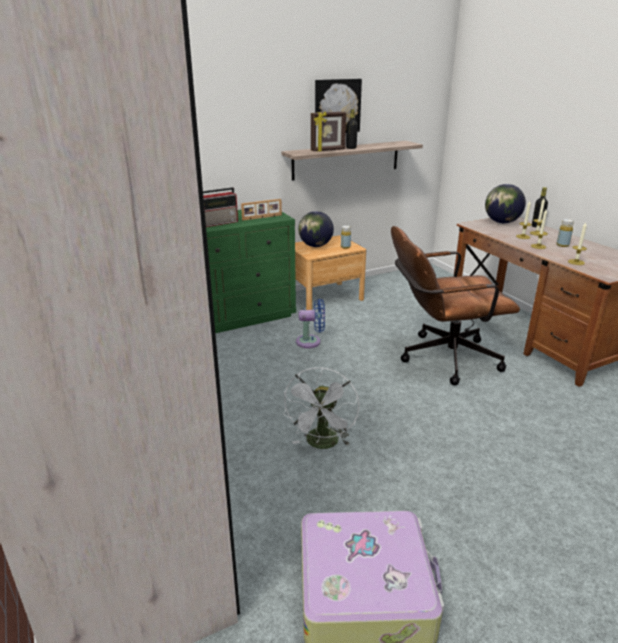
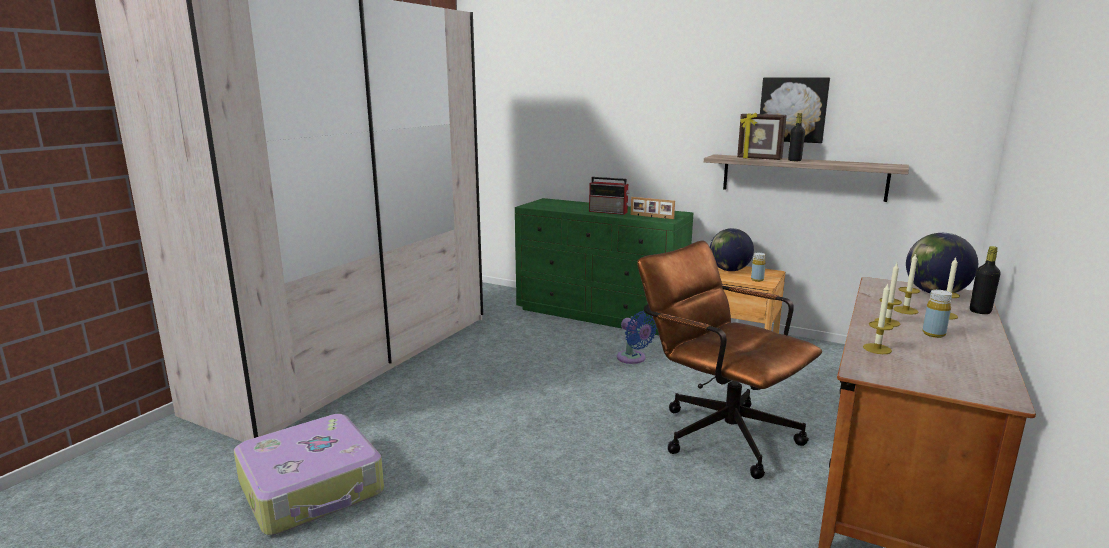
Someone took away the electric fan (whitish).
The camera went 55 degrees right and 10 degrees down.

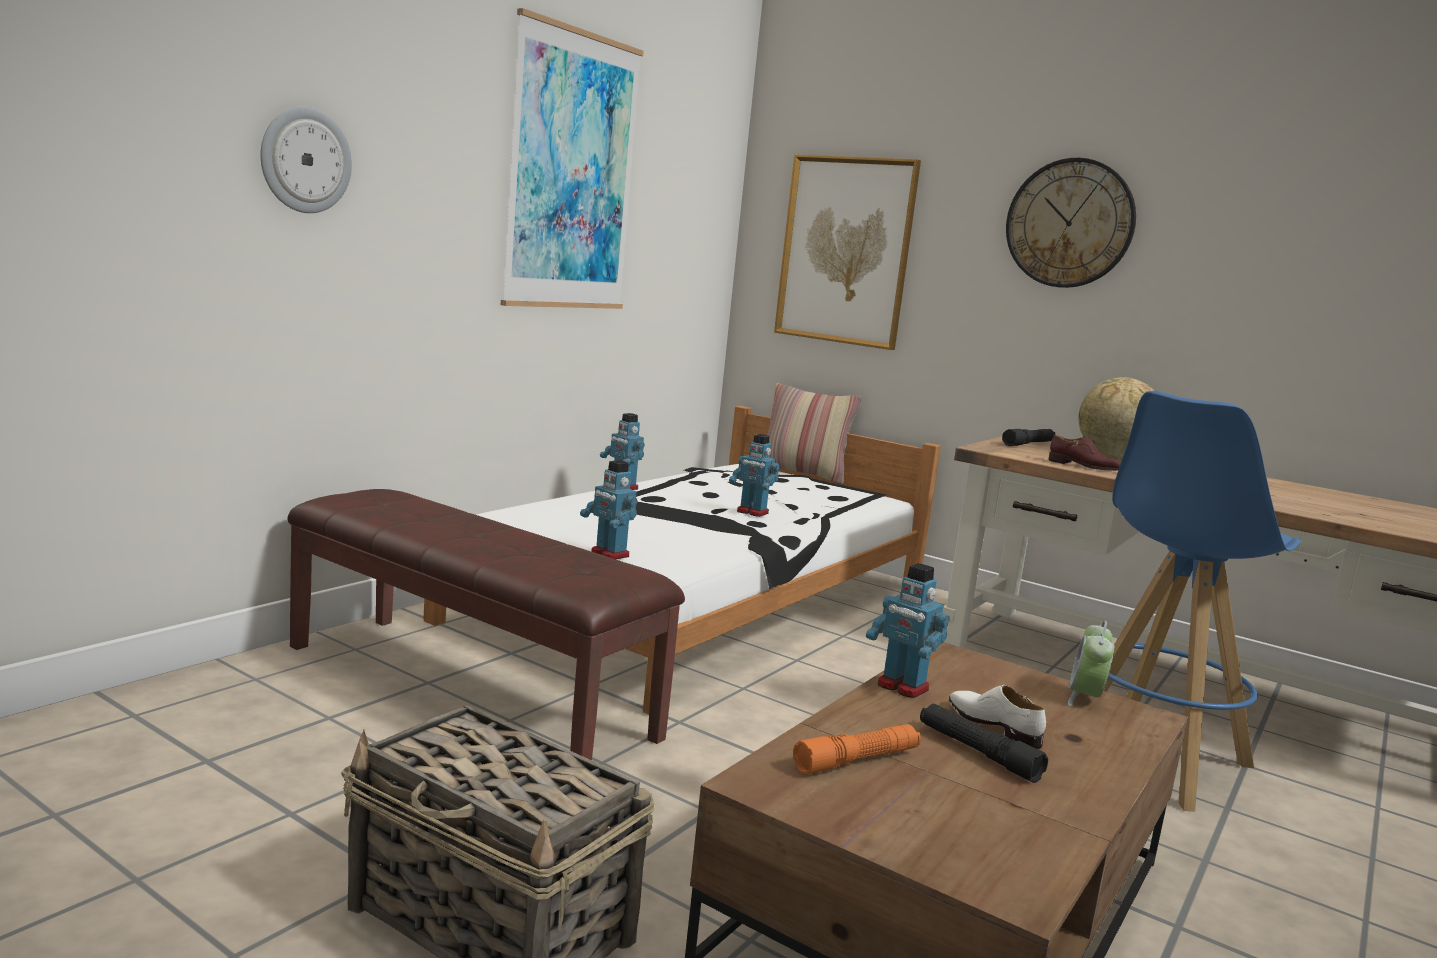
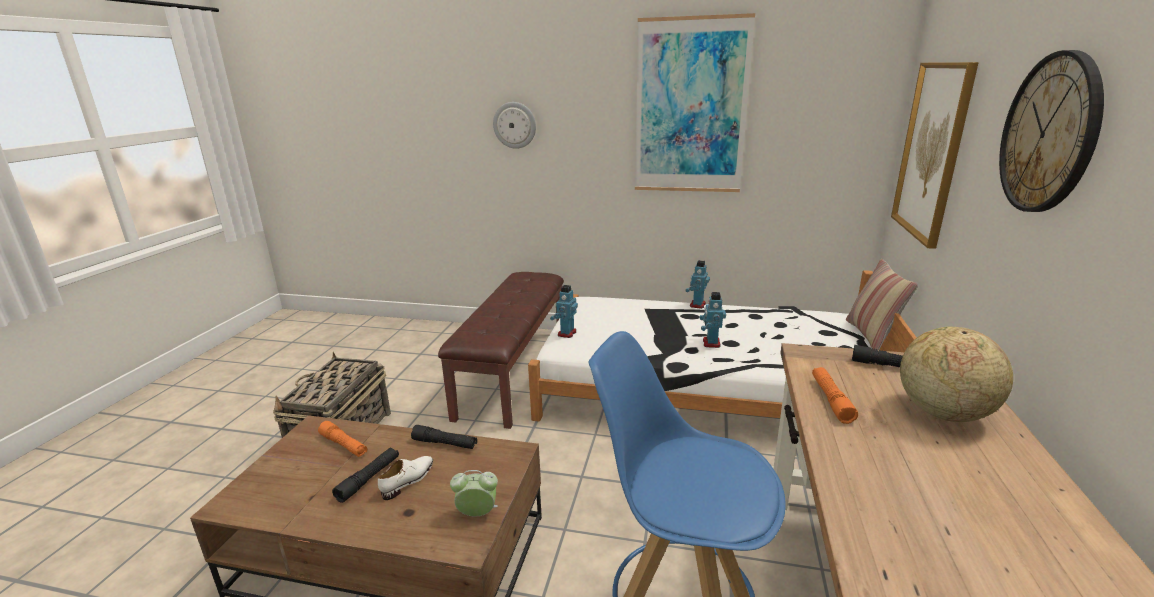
Someone swapped the low shoe (brownish) for the hand torch (orangey) (no. 2 from left).
Someone swapped the model robot (no. 4 from left) for the hand torch (black) (no. 2 from left).
The camera went 70 degrees right and 10 degrees up.

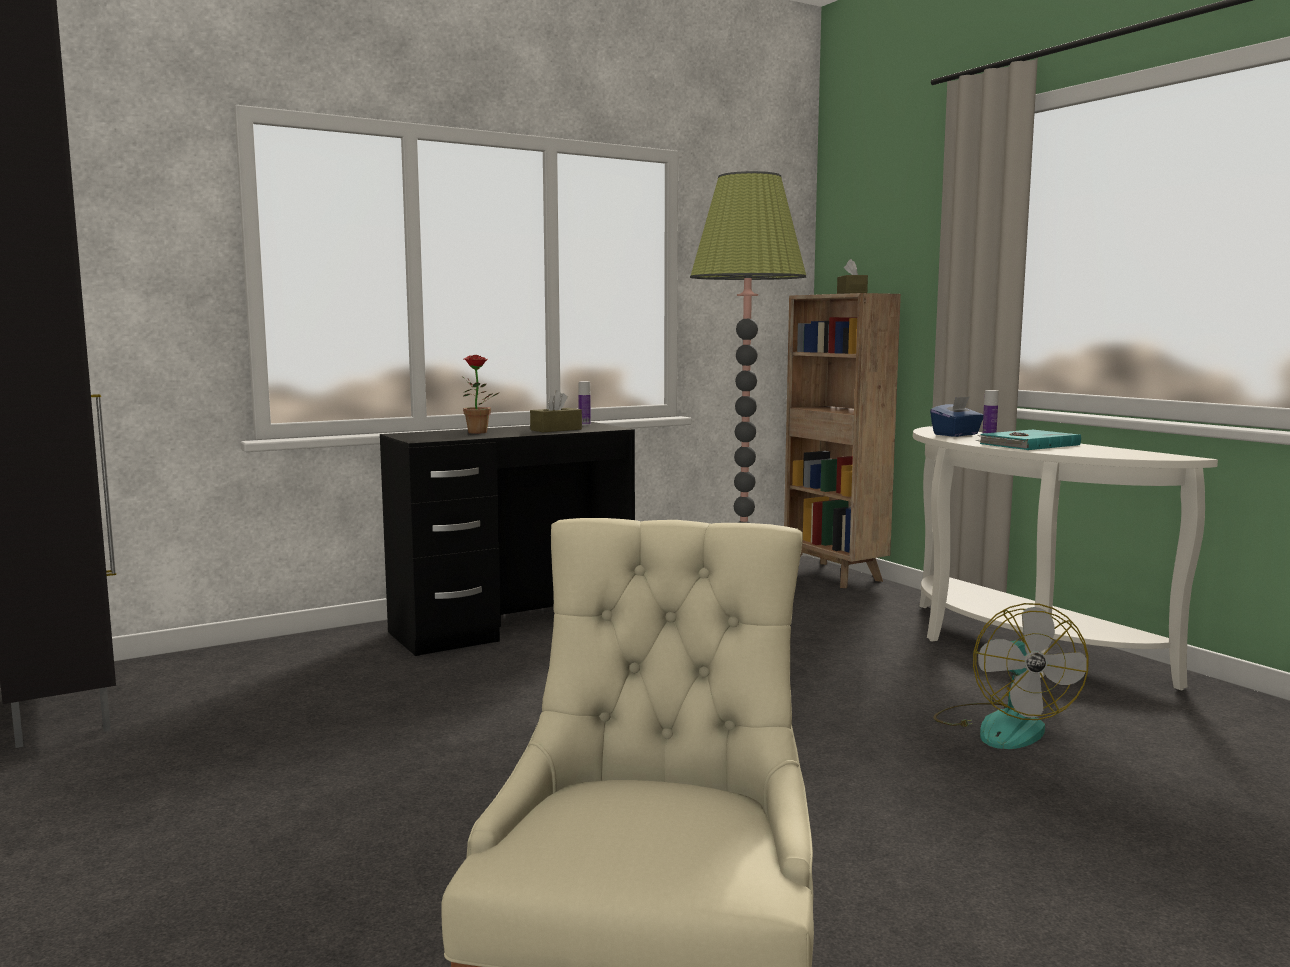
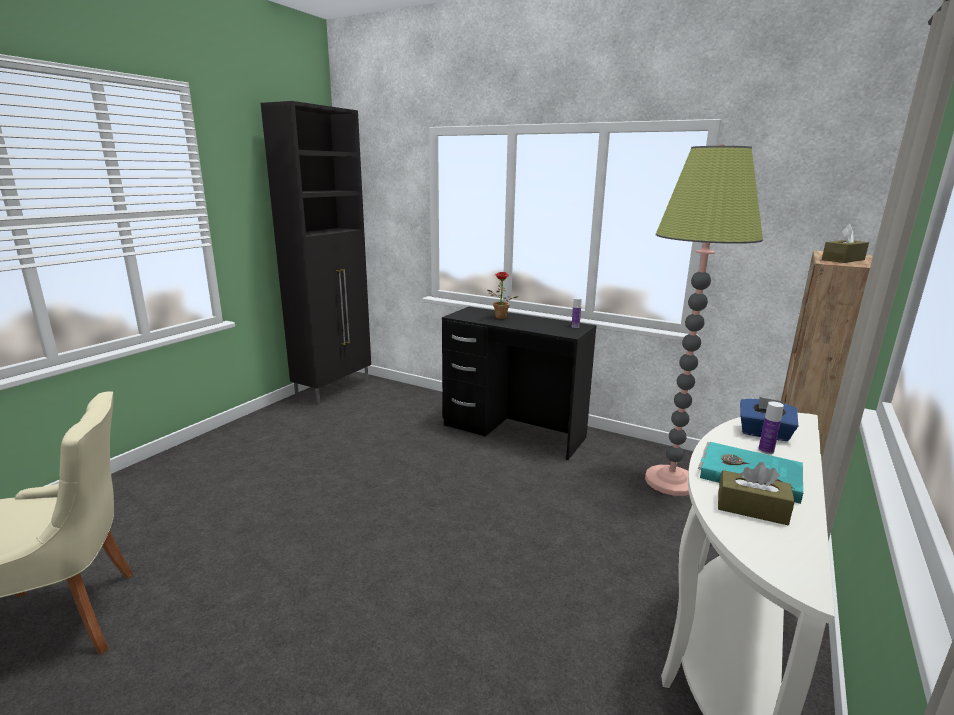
Someone carried the tissue holder (brownish) (no. 1 from left).
Someone took away the electric fan.
The camera went 60 degrees right and 10 degrees up.

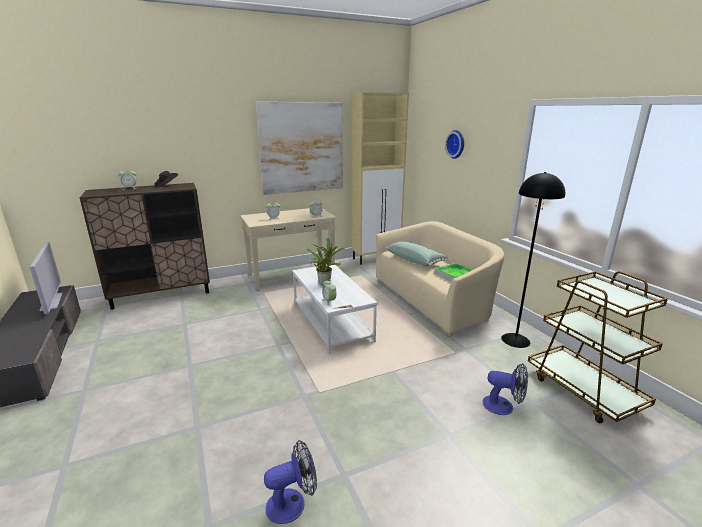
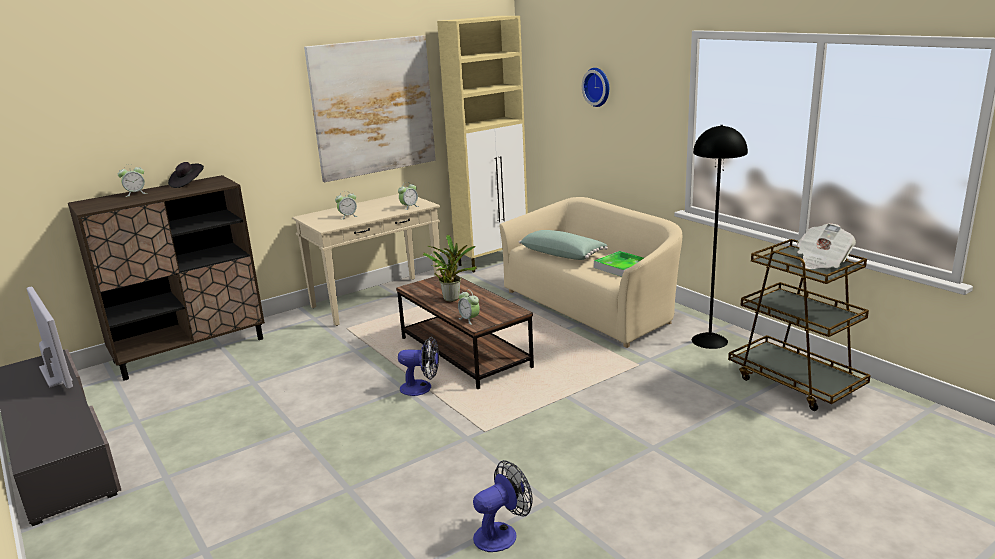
Someone repainted the low table (whitish), which became the low table (brownish).
Someone carried the electric fan (no. 2 from left in the first image).
Someone put down the printed paper.
The camera went 10 degrees left and 0 degrees up.

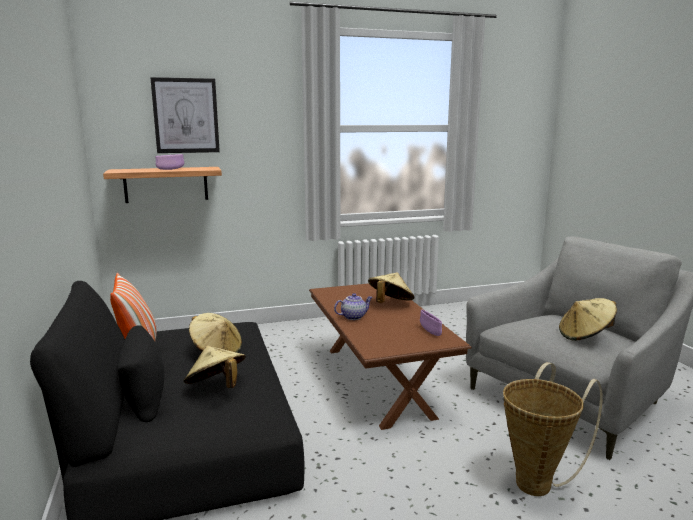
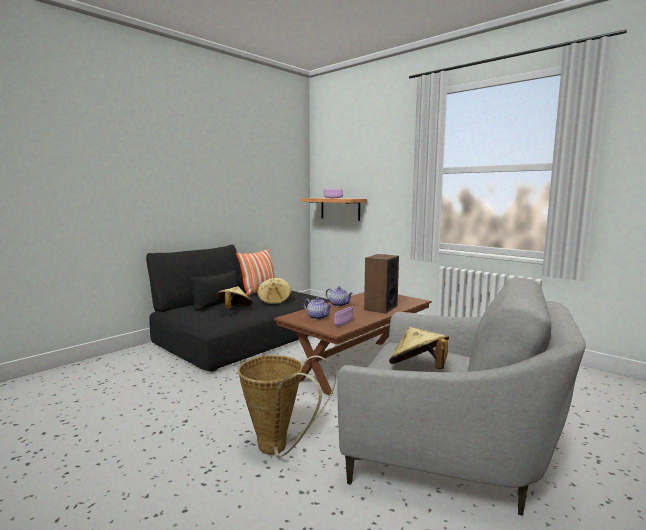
Someone took away the wall art.
Someone swapped the wearable hat (sand-coloured) (no. 3 from left) for the loudspeaker.
Someone put down the pot for tea (no. 1 from left).
The camera went 60 degrees right and 5 degrees down.

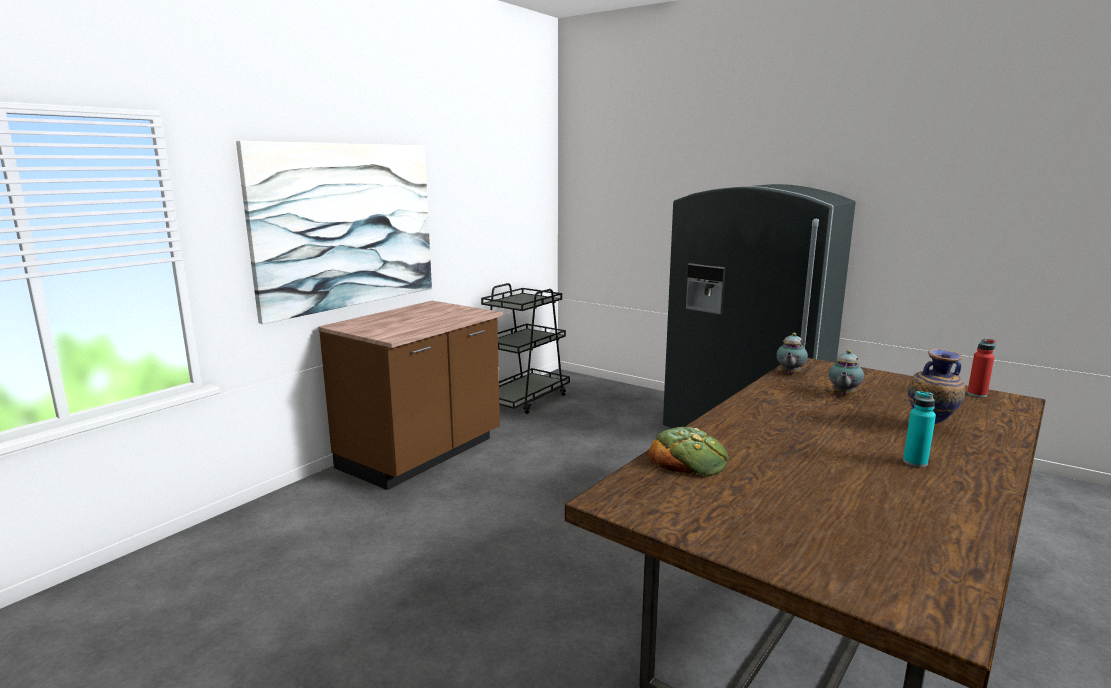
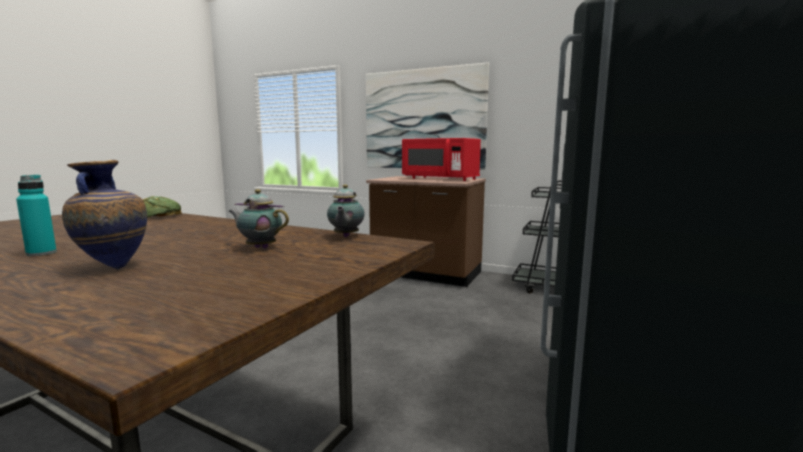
Someone rotated the pot for tea (no. 1 from left in the first image) by 105 degrees counterclockwise.
Someone took away the bottle (red).
Someone put down the microwave oven (red).
The camera went 80 degrees right and 5 degrees down.

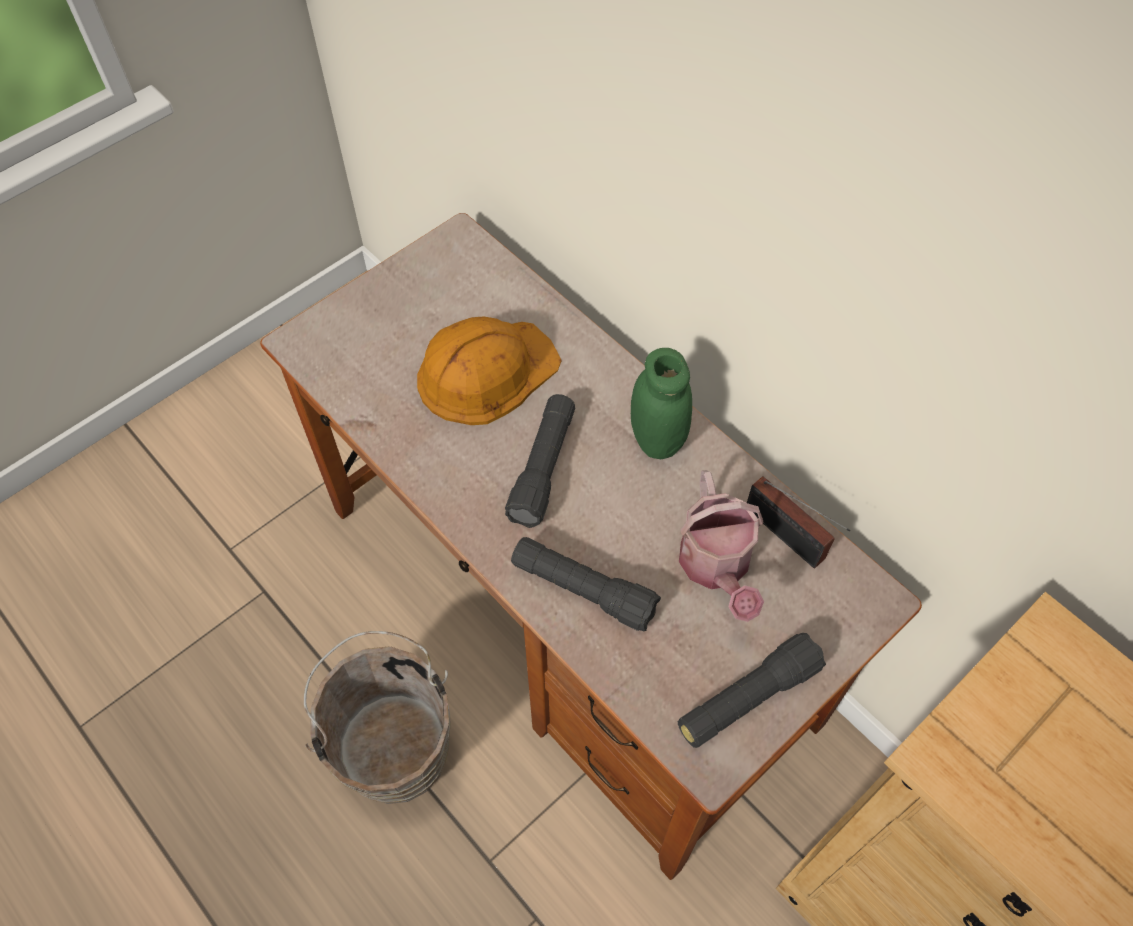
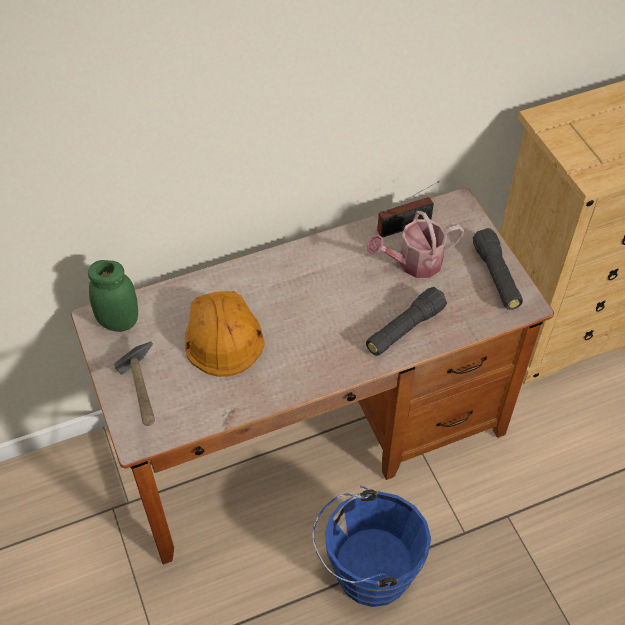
Someone carried the storage jar (green).
Someone took away the hand torch (black) (no. 1 from left).
Someone rotated the watering can by 150 degrees clockwise.
Someone repainted the bucket (brownish), which became the bucket (bluish).
Someone put down the hand hammer.
The camera went 70 degrees left and 5 degrees down.

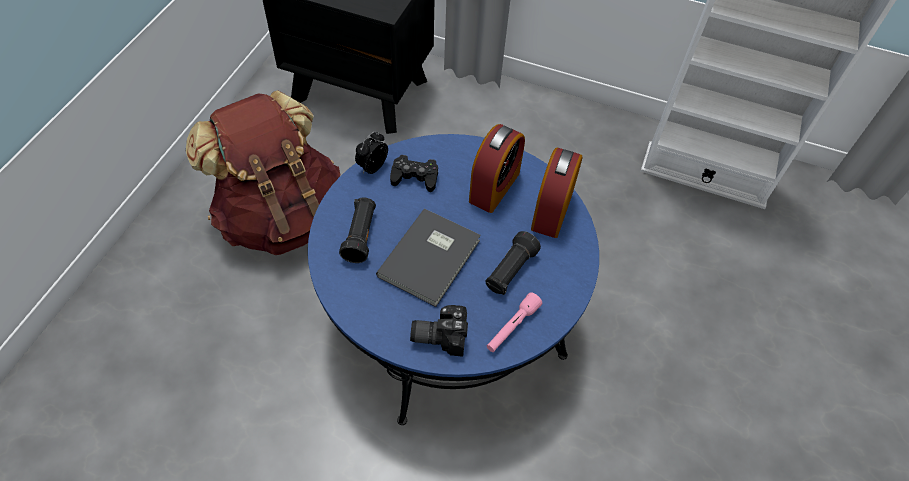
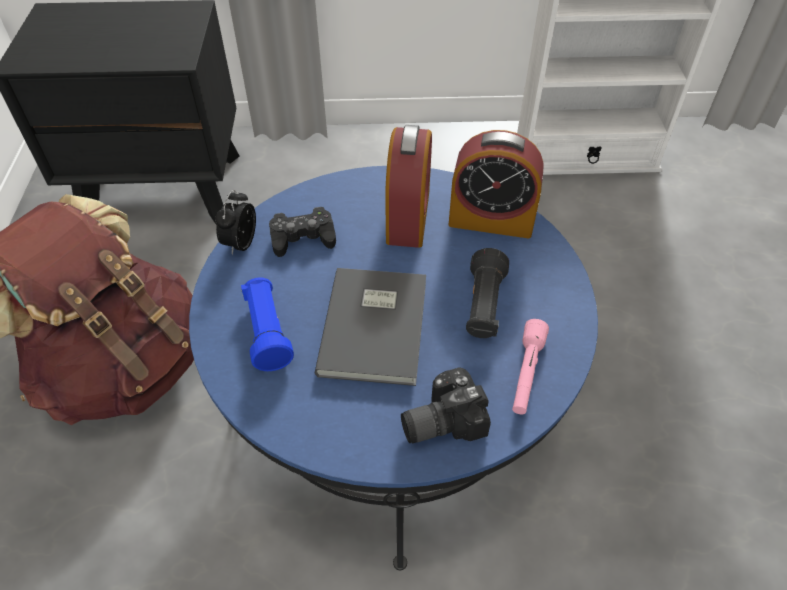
Someone rotated the alarm clock (no. 3 from left) by 75 degrees counterclockwise.
Someone repainted the hand torch (black) (no. 1 from left), which became the hand torch (bluish).
The camera went 20 degrees left and 5 degrees down.

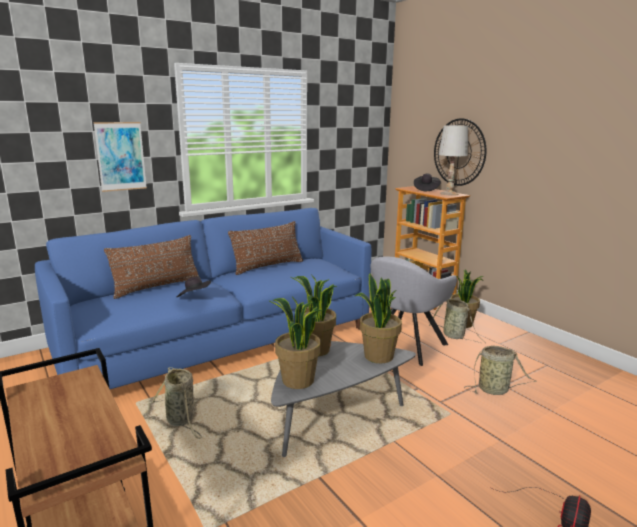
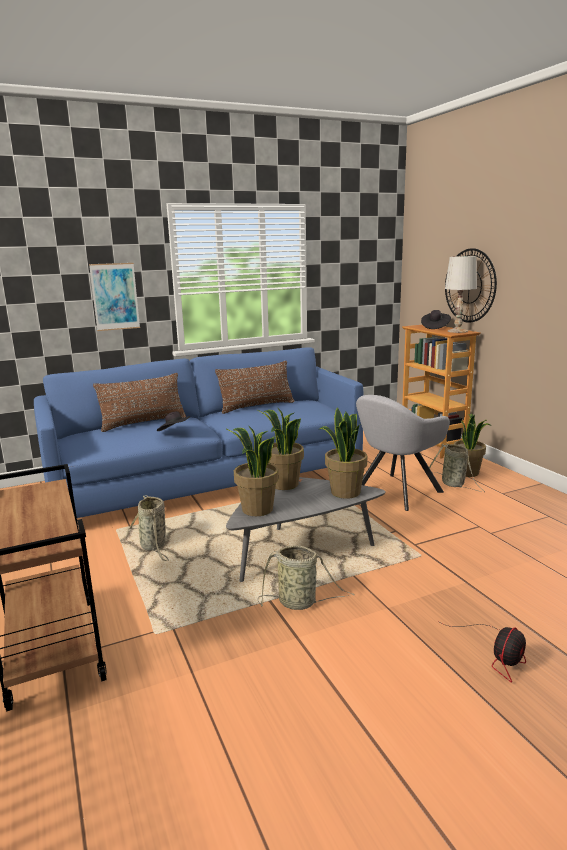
Someone carried the basket (no. 3 from left in the first image).
The camera went 10 degrees right and 0 degrees up.

